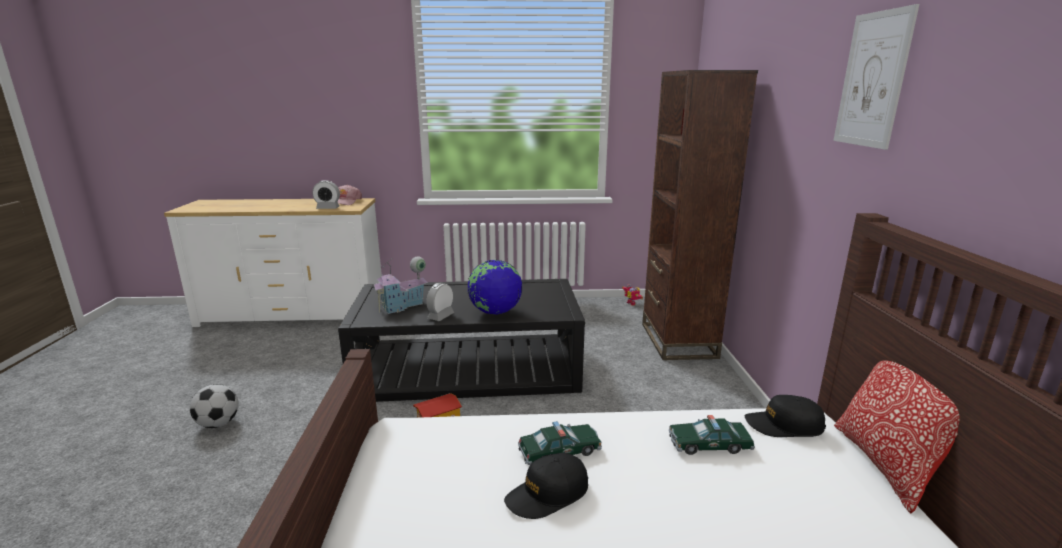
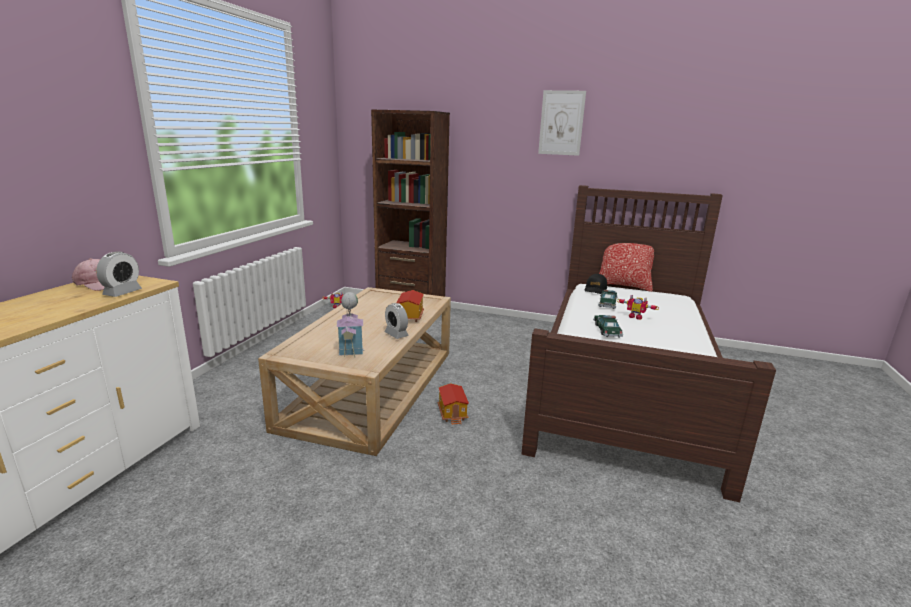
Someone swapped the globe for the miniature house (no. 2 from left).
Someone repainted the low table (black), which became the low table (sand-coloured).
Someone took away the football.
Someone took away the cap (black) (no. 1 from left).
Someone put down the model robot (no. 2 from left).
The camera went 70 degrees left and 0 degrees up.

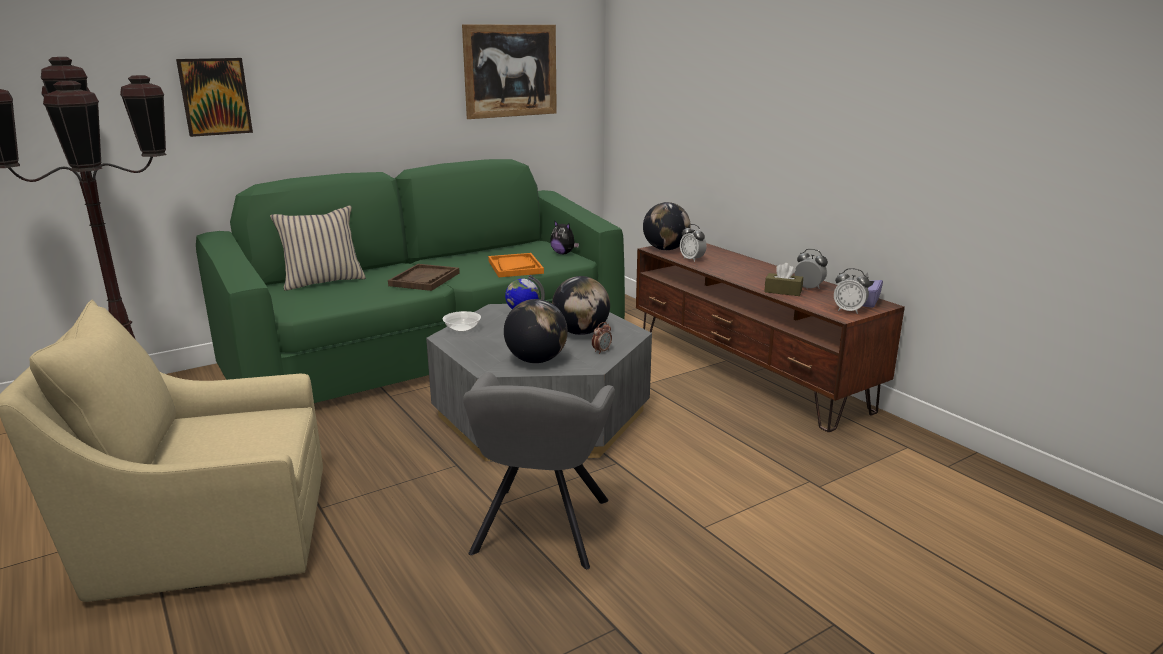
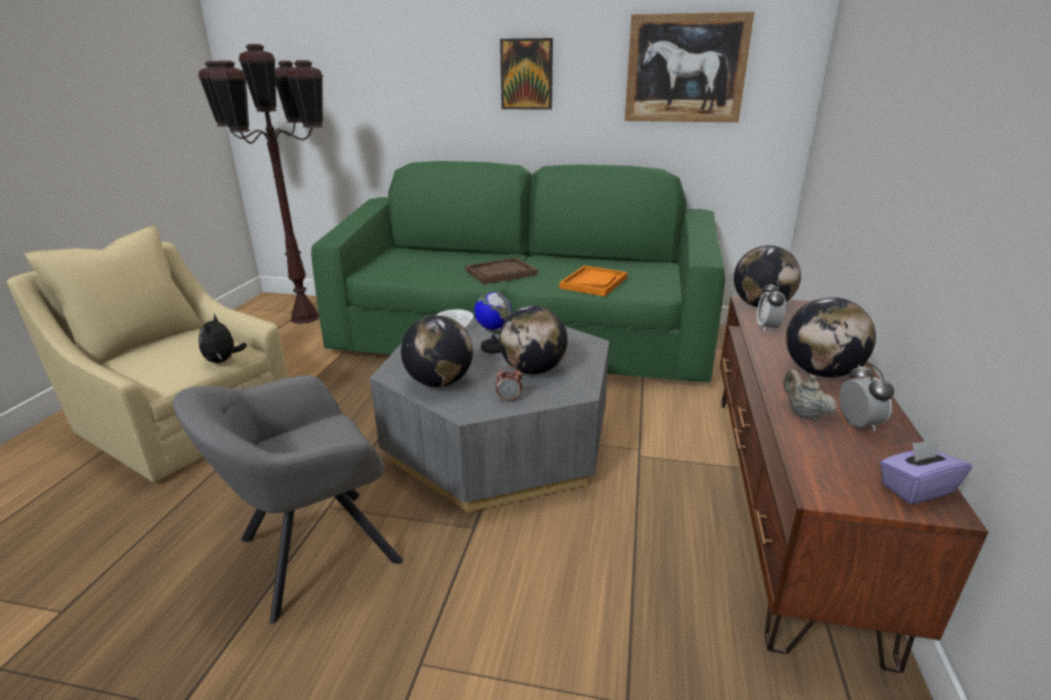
Someone carried the wall art (no. 1 from left).
Someone took away the cushion (sand-coloured).
Someone carried the soft toy.
Someone swapped the tissue holder (brownish) for the pot for tea (sand-coloured).
Someone took away the alarm clock (no. 4 from left).
Someone put down the globe (no. 5 from left).
The camera went 45 degrees right and 5 degrees up.

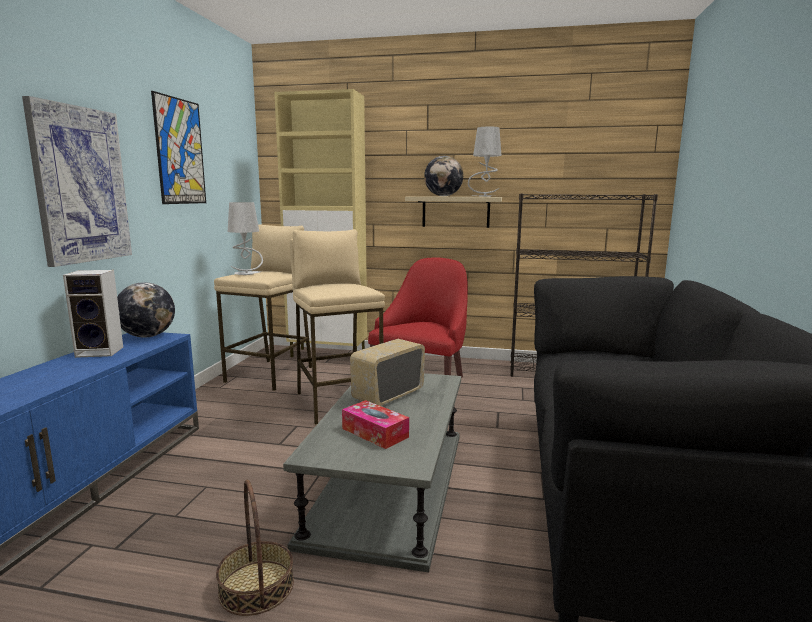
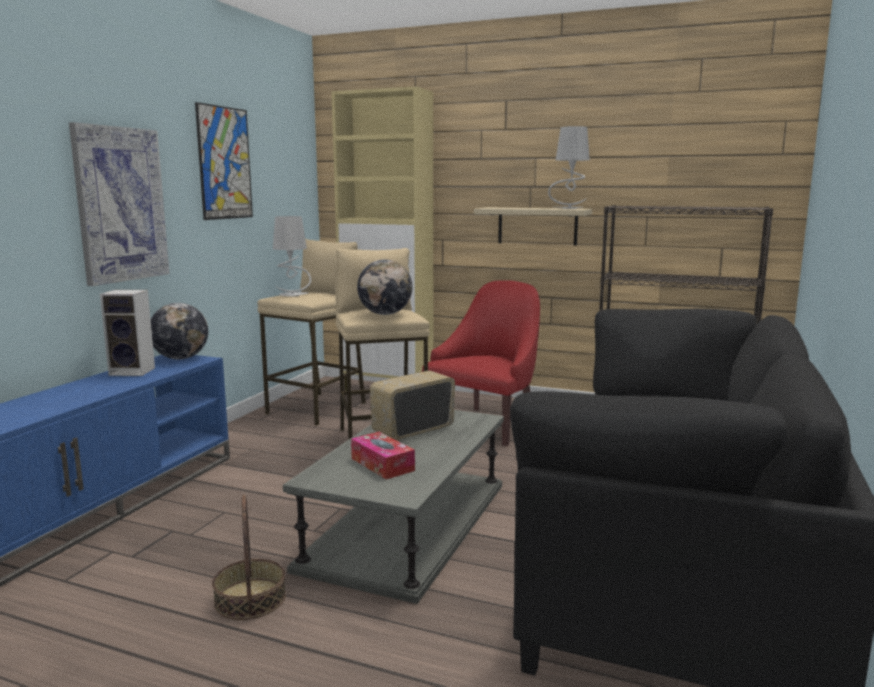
Someone carried the globe (no. 2 from left).
The camera went 10 degrees right and 0 degrees up.

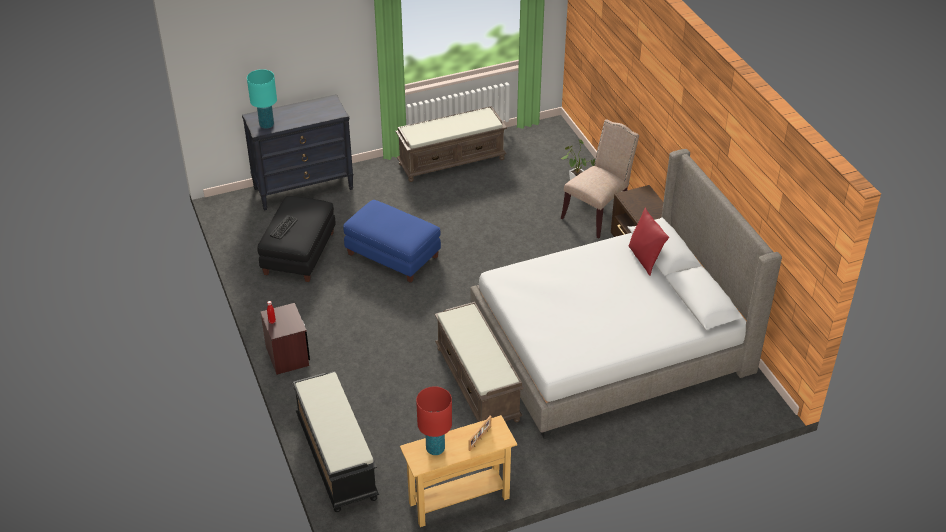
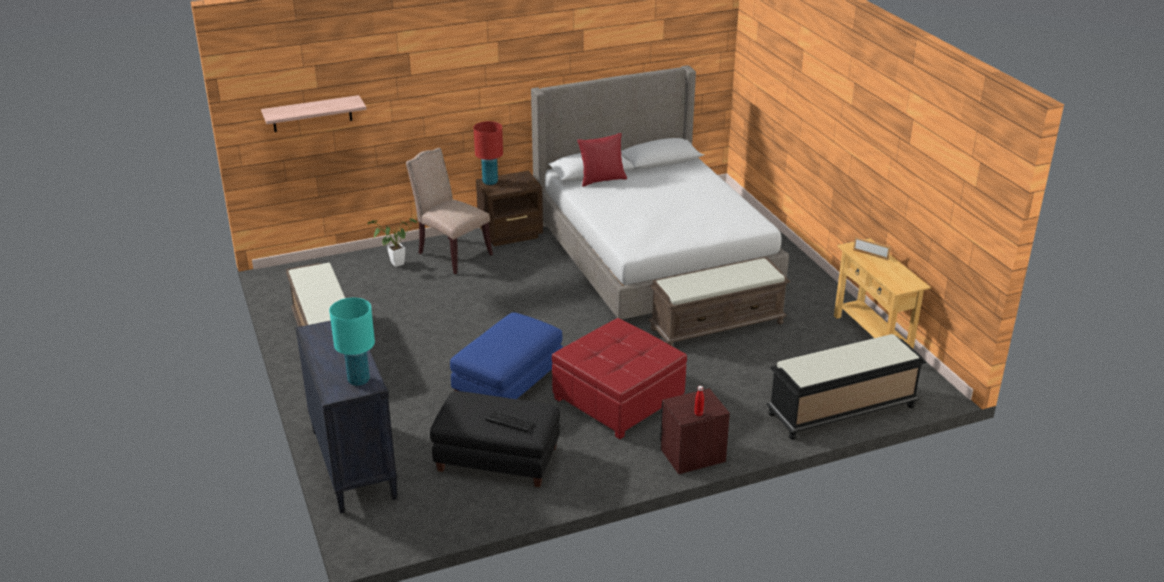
Someone carried the table lamp (red).
Someone put up the bracket shelf.
Someone put down the pouffe (red).
The camera went 90 degrees left and 10 degrees down.

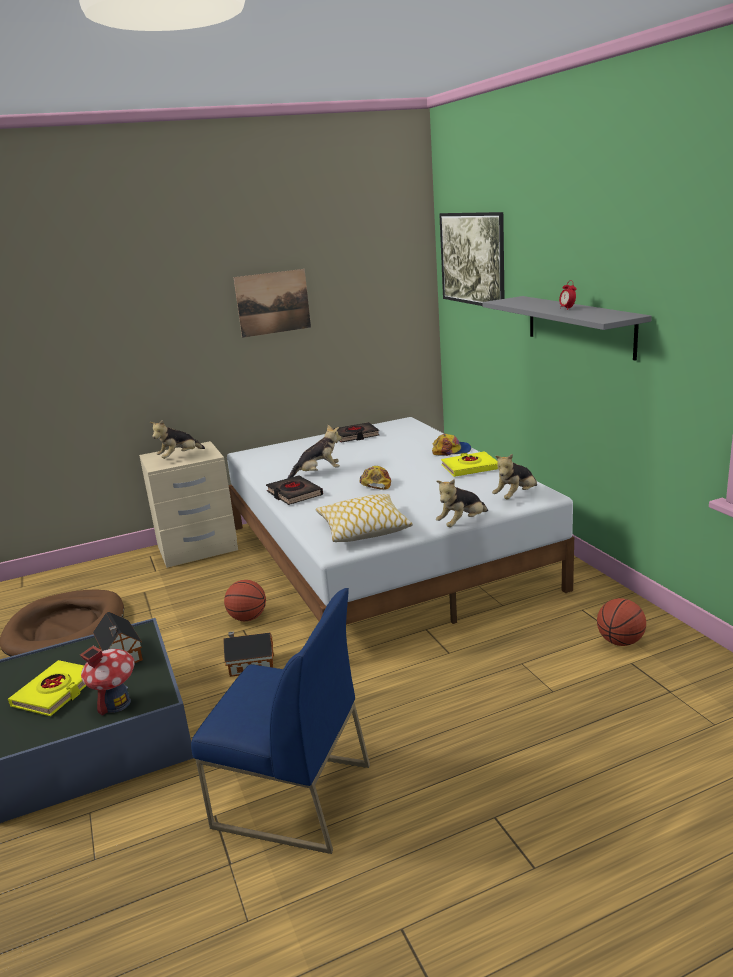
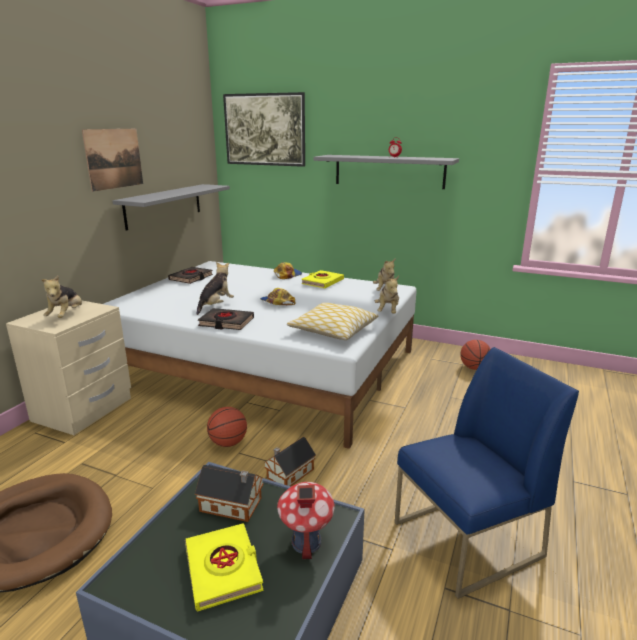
Someone put up the bracket shelf (grey) (no. 1 from left).
The camera went 45 degrees left and 0 degrees up.

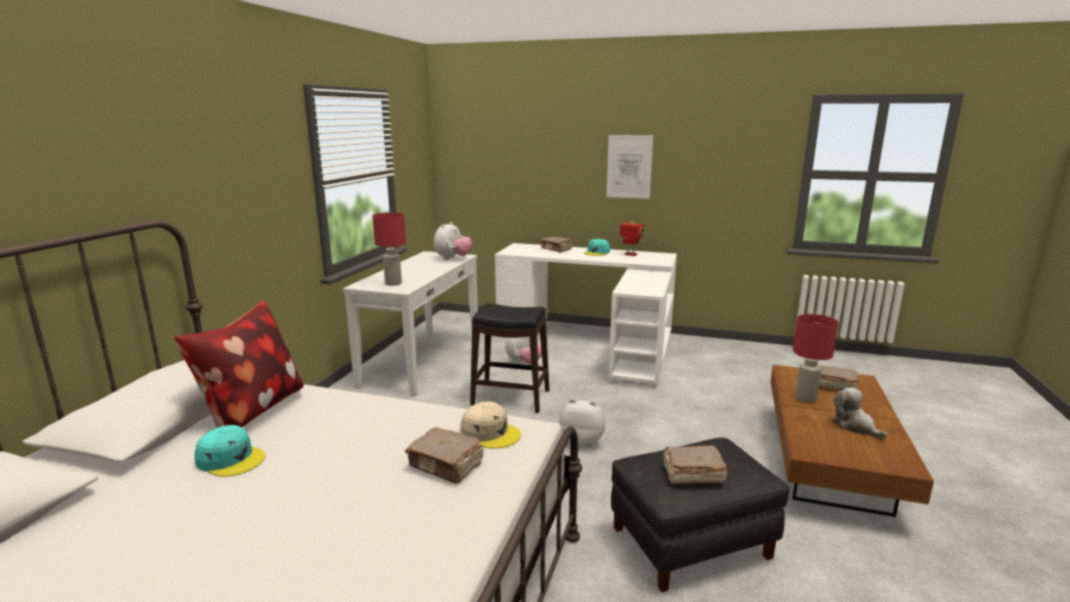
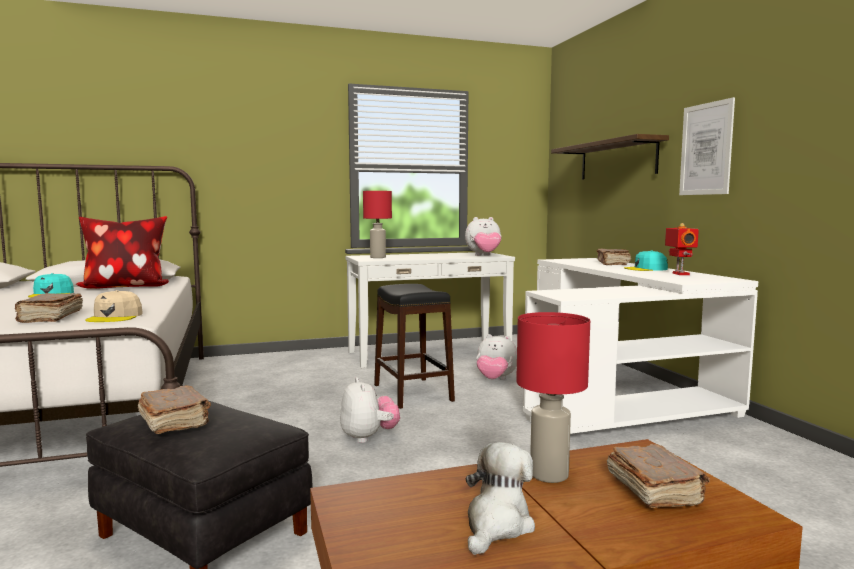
Someone put up the bracket shelf.
The camera went 55 degrees right and 10 degrees down.

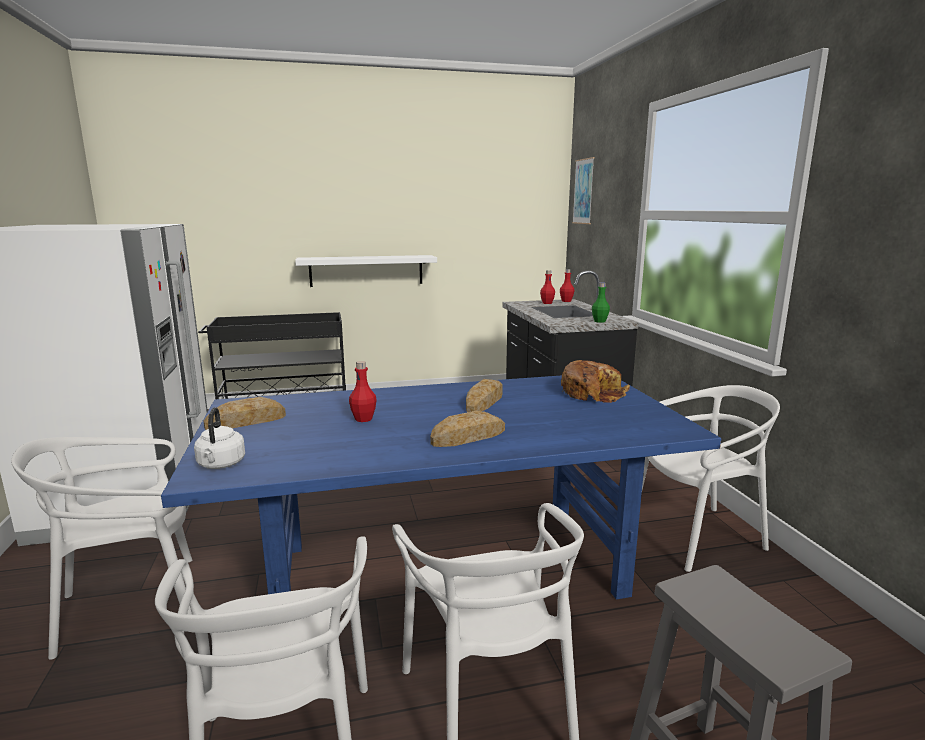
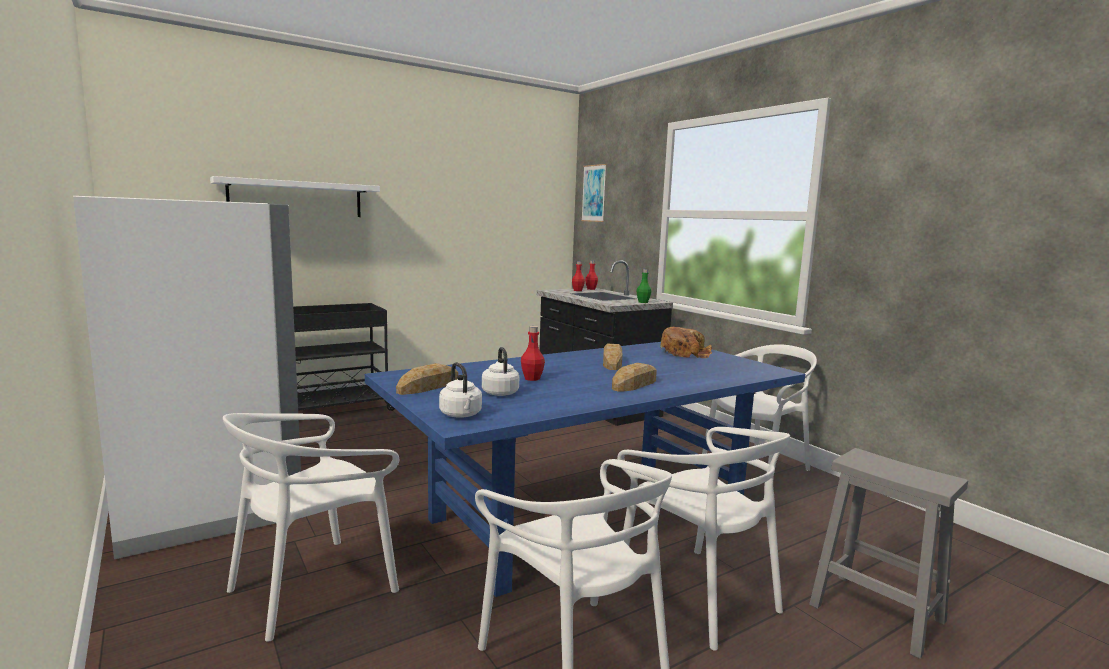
Someone carried the bracket shelf (whitish).
Someone put down the water kettle (whitish) (no. 2 from left).
The camera went 20 degrees left and 5 degrees down.

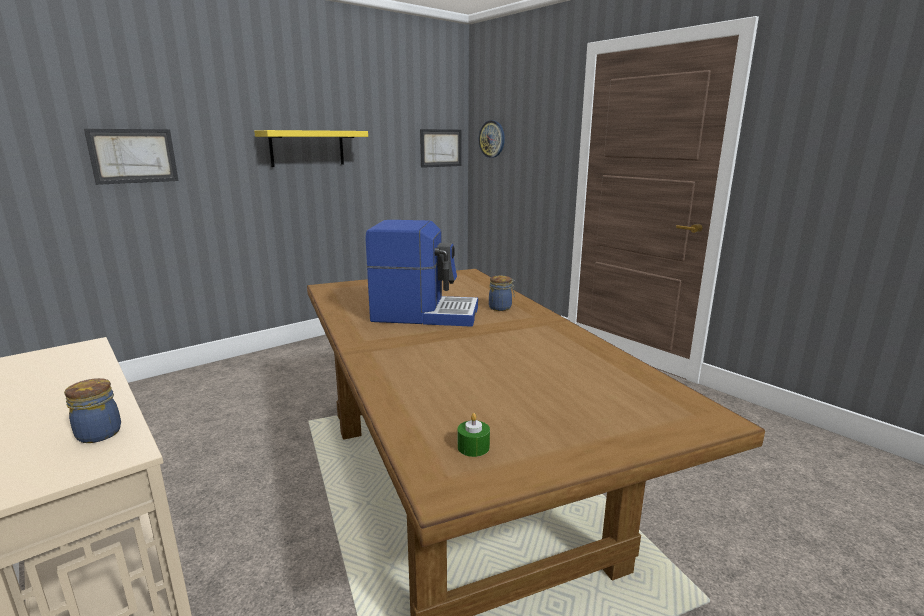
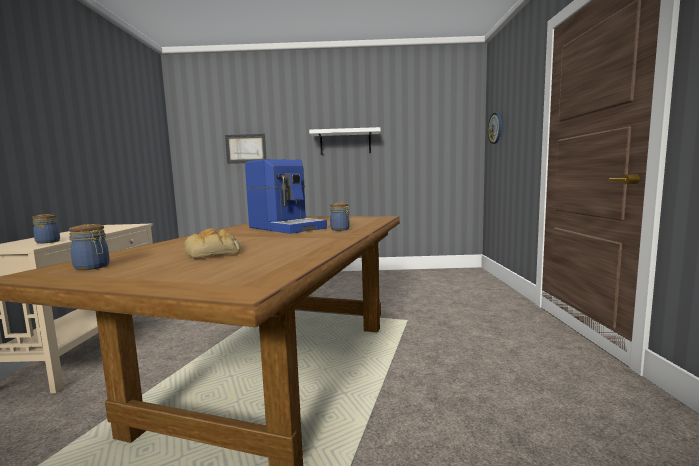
Someone took away the wall art (no. 2 from left).
Someone repainted the bracket shelf (yellow-coloured), which became the bracket shelf (whitish).
Someone swapped the wax candle (green) for the storage jar (no. 2 from left).
Someone put down the baked bread.
The camera went 40 degrees right and 10 degrees down.

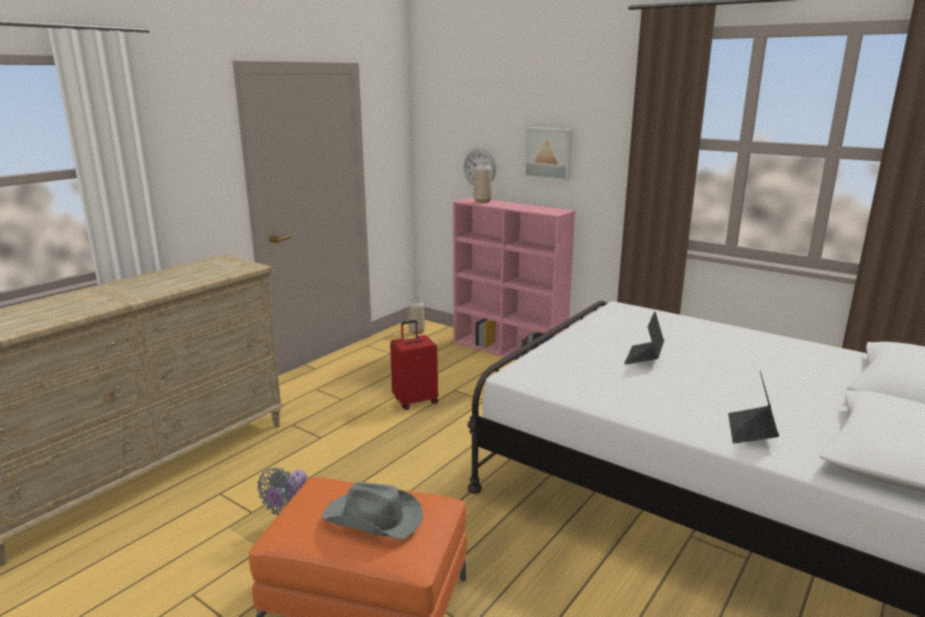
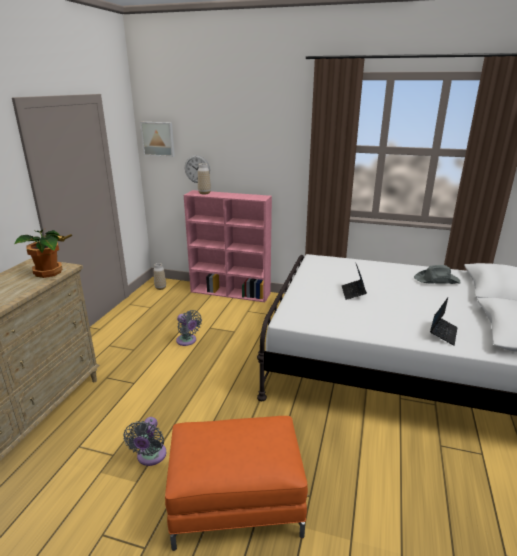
Someone carried the wall art.
Someone swapped the travel case (red) for the electric fan (grey) (no. 2 from left).
Someone rotated the laptop (no. 2 from left) by 150 degrees counterclockwise.
Someone carried the wearable hat (grey).
Someone put down the plant in a pot.
The camera went 20 degrees left and 5 degrees up.

